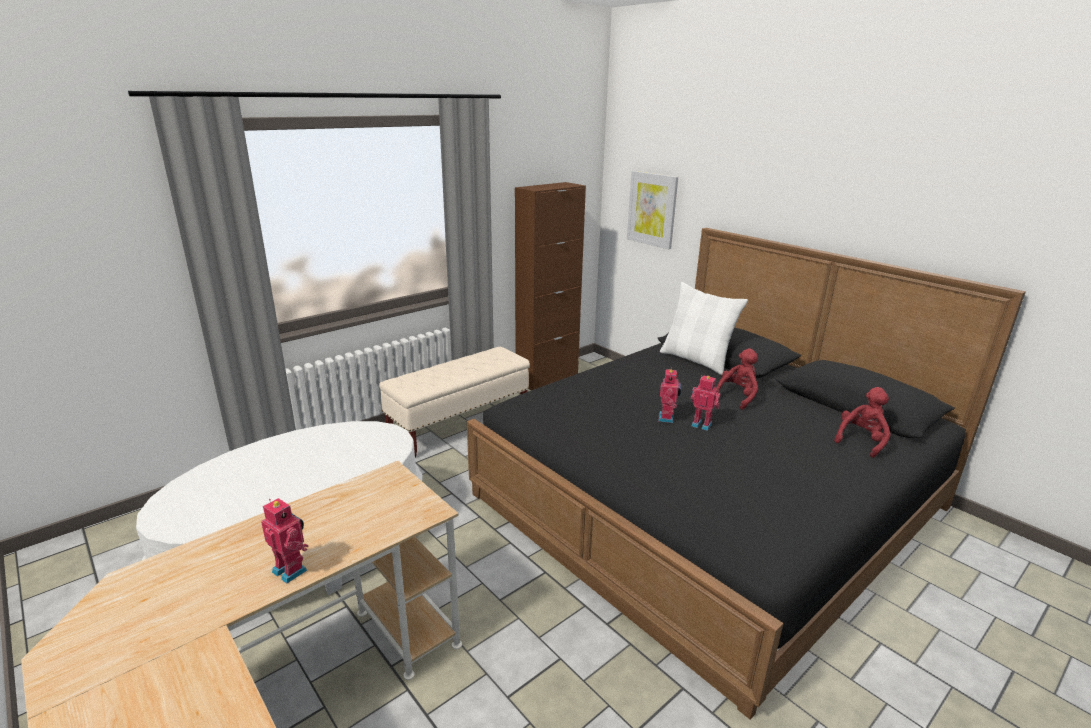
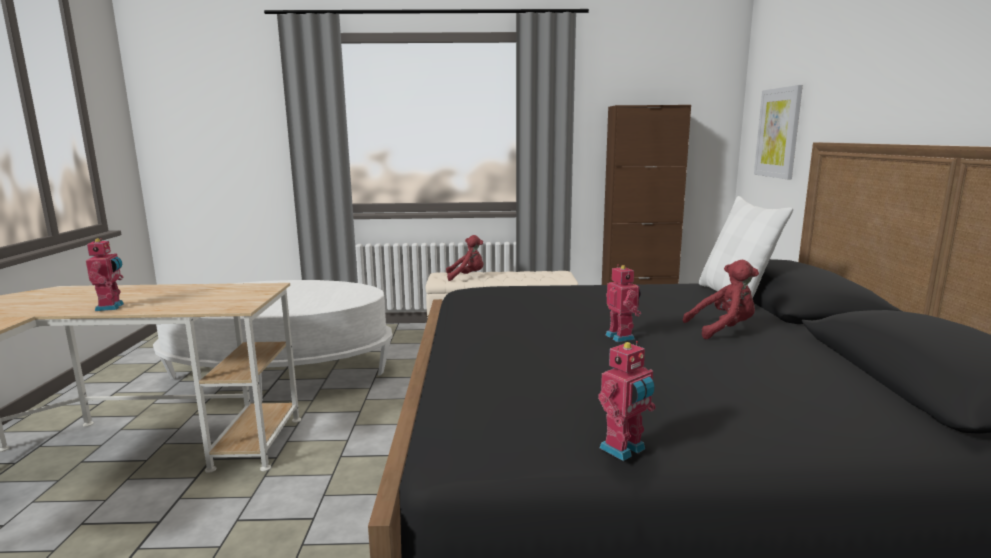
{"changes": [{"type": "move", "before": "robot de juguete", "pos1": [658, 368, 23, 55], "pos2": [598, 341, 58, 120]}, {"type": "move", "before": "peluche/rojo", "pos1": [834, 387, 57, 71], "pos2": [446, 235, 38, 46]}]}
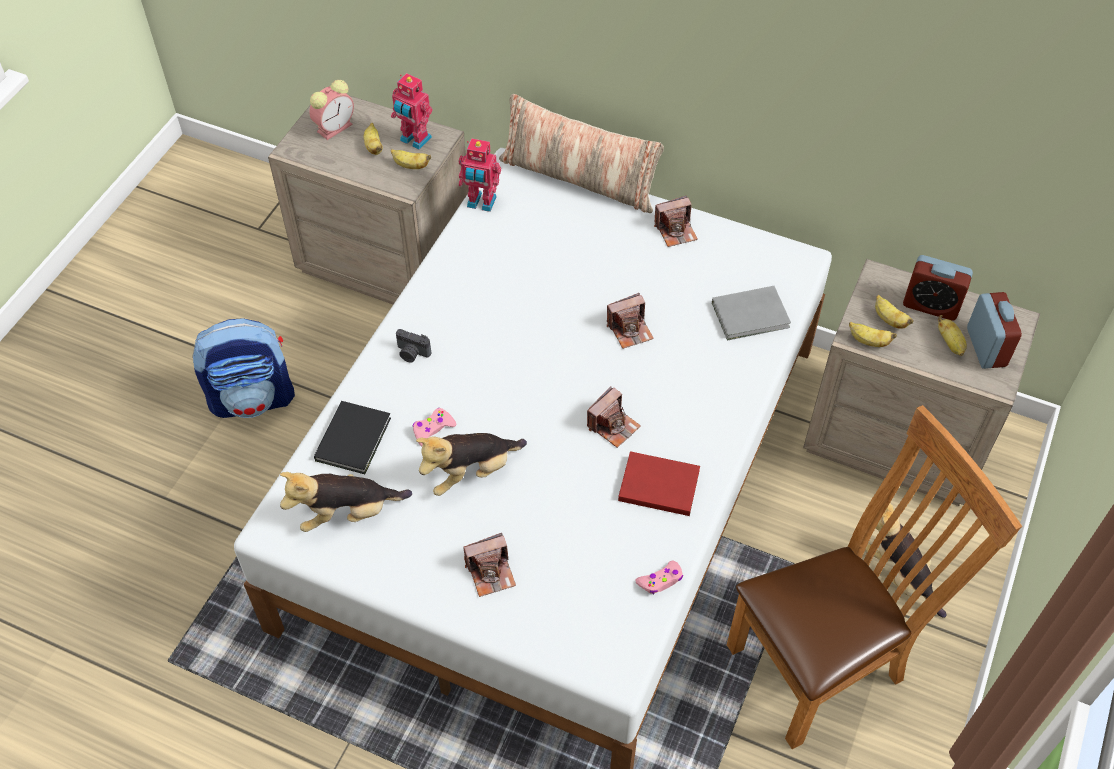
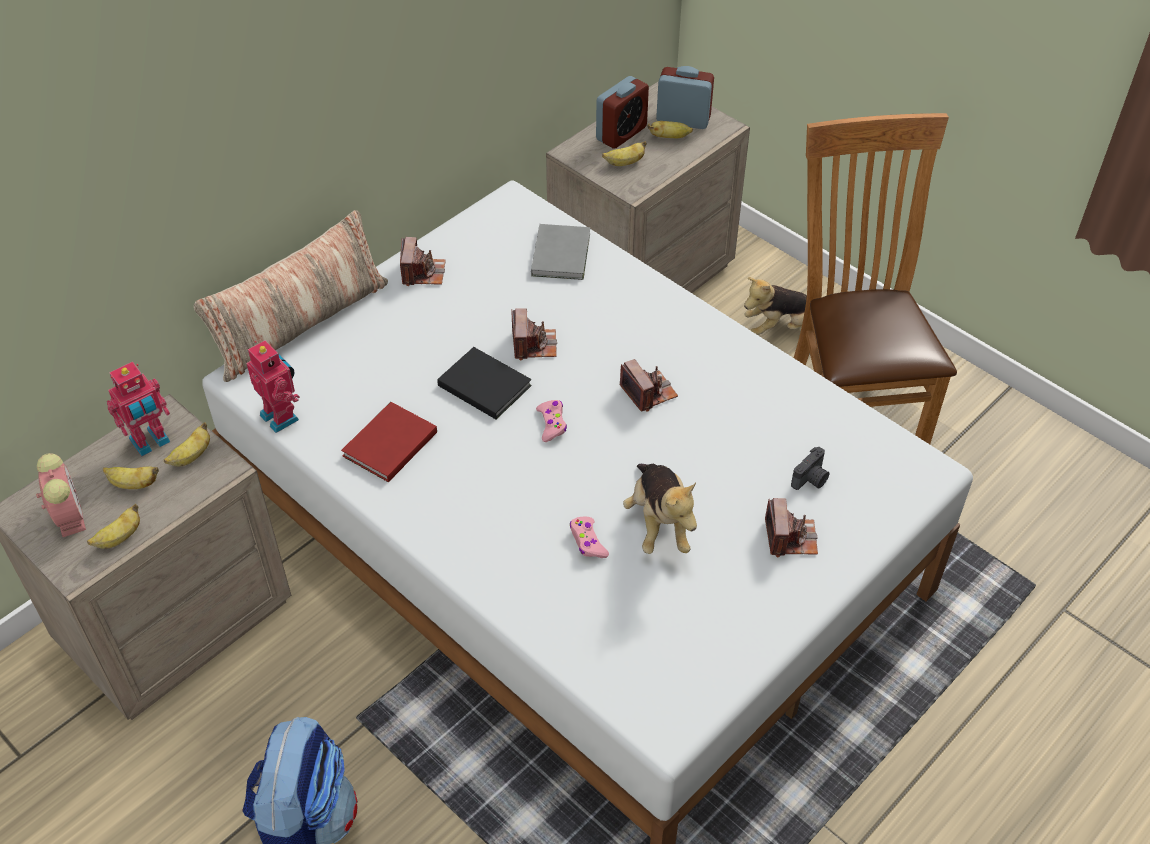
{"changes": [{"type": "delete", "before": "peluche", "pos1": [280, 472, 132, 60]}, {"type": "move", "before": "libro/negro", "pos1": [314, 401, 77, 73], "pos2": [437, 347, 95, 72]}, {"type": "move", "before": "cámara", "pos1": [396, 329, 35, 34], "pos2": [791, 447, 38, 43]}, {"type": "rotate", "before": "robot de juguete", "pos1": [459, 138, 42, 74], "pos2": [246, 340, 54, 93], "turn": -75}, {"type": "move", "before": "libro/rojo", "pos1": [618, 451, 82, 65], "pos2": [341, 402, 96, 80]}, {"type": "move", "before": "mando de consola/rosa", "pos1": [635, 561, 48, 33], "pos2": [536, 400, 31, 42]}, {"type": "move", "before": "plátano", "pos1": [849, 322, 48, 25], "pos2": [87, 504, 53, 45]}]}
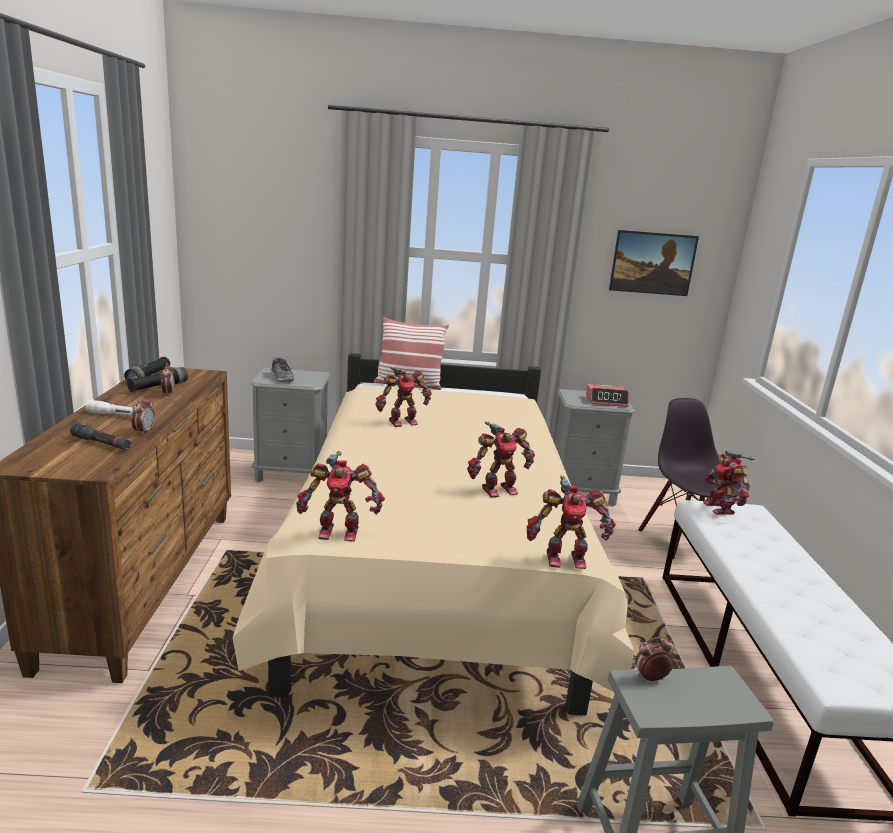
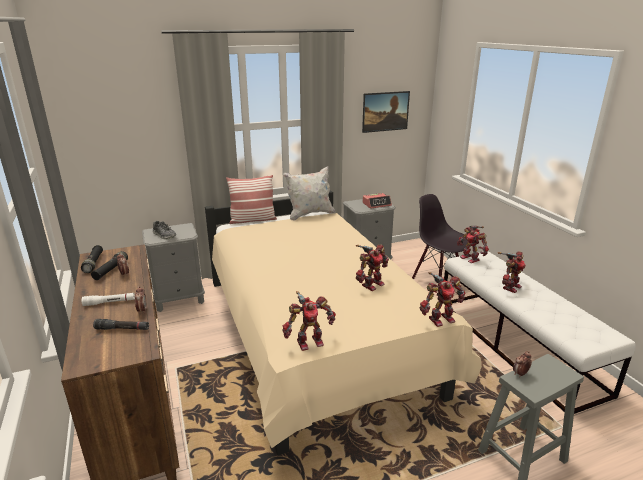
{"changes": [{"type": "move", "before": "robot de juguete", "pos1": [376, 367, 56, 60], "pos2": [498, 252, 27, 41]}, {"type": "insert", "after": "cojín/blanco", "pos2": [283, 166, 52, 54]}]}
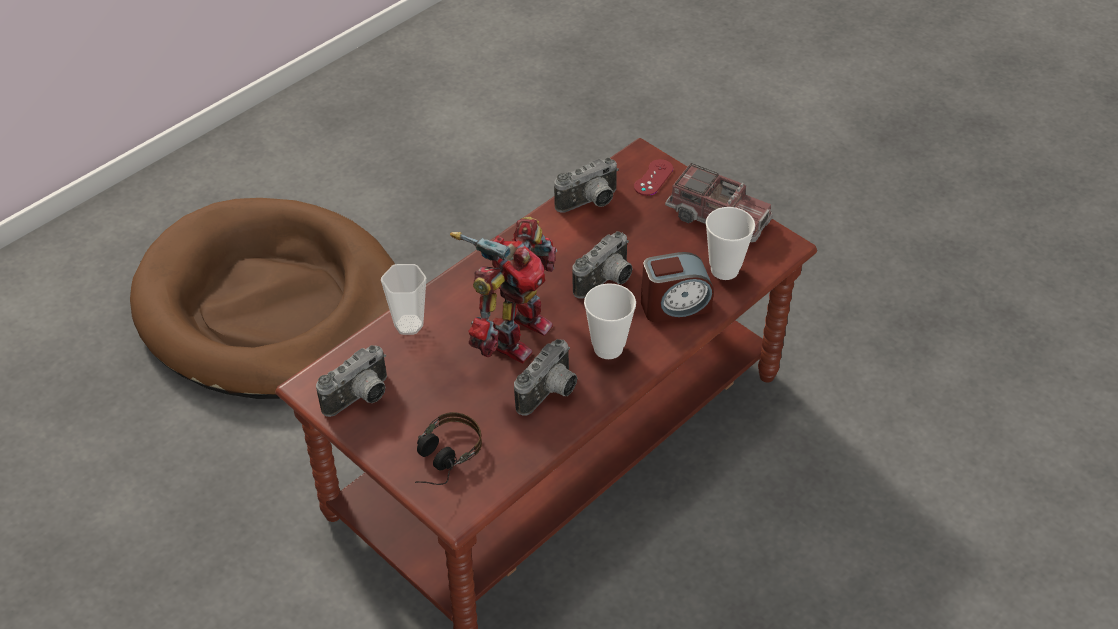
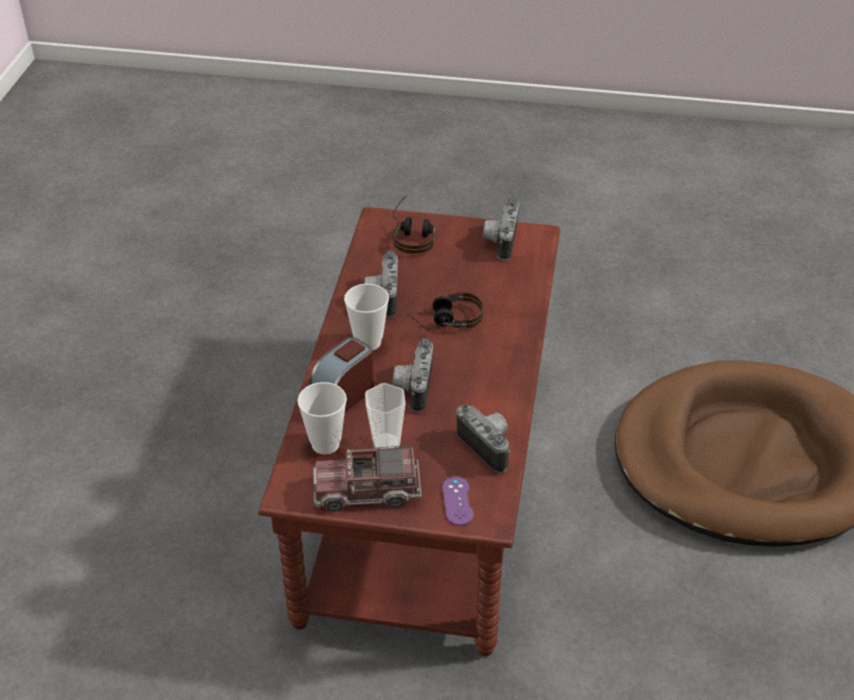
{"changes": [{"type": "move", "before": "taza", "pos1": [381, 264, 45, 71], "pos2": [365, 383, 41, 66]}, {"type": "replace", "before": "robot de juguete", "after": "auriculares", "pos1": [450, 217, 107, 147], "pos2": [407, 292, 76, 38]}, {"type": "rotate", "before": "cámara", "pos1": [554, 157, 65, 56], "pos2": [456, 405, 55, 68], "turn": 120}, {"type": "recolor", "before": "mando de consola/rojo", "after": "mando de consola/morado", "pos1": [634, 159, 39, 37], "pos2": [442, 477, 32, 49]}]}
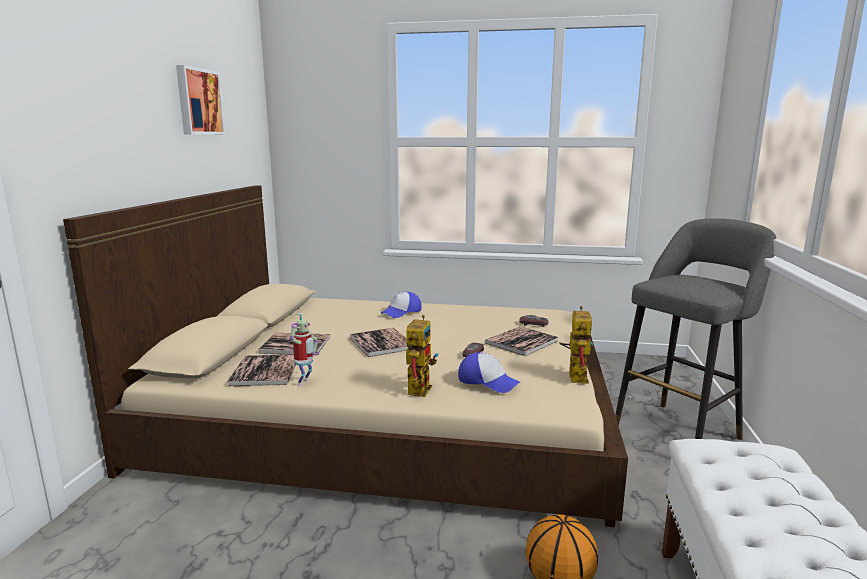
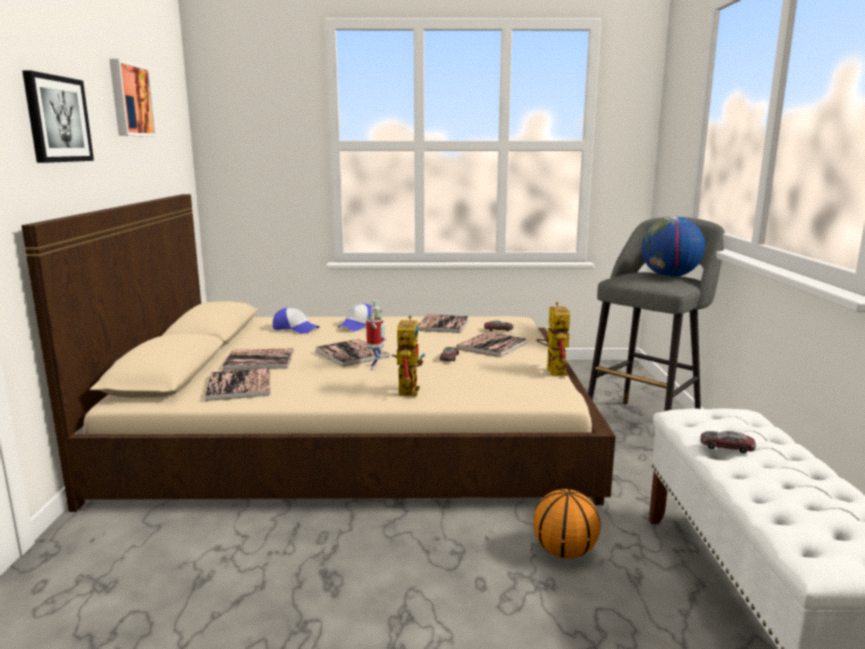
{"changes": [{"type": "move", "before": "robot de juguete", "pos1": [290, 313, 29, 73], "pos2": [366, 300, 20, 69]}, {"type": "move", "before": "gorra", "pos1": [458, 352, 62, 41], "pos2": [273, 308, 46, 26]}, {"type": "insert", "after": "cuadro", "pos2": [22, 70, 72, 93]}, {"type": "insert", "after": "libro", "pos2": [418, 314, 50, 19]}, {"type": "insert", "after": "globo terráqueo", "pos2": [641, 217, 64, 60]}, {"type": "insert", "after": "coche de juguete", "pos2": [700, 431, 56, 22]}]}
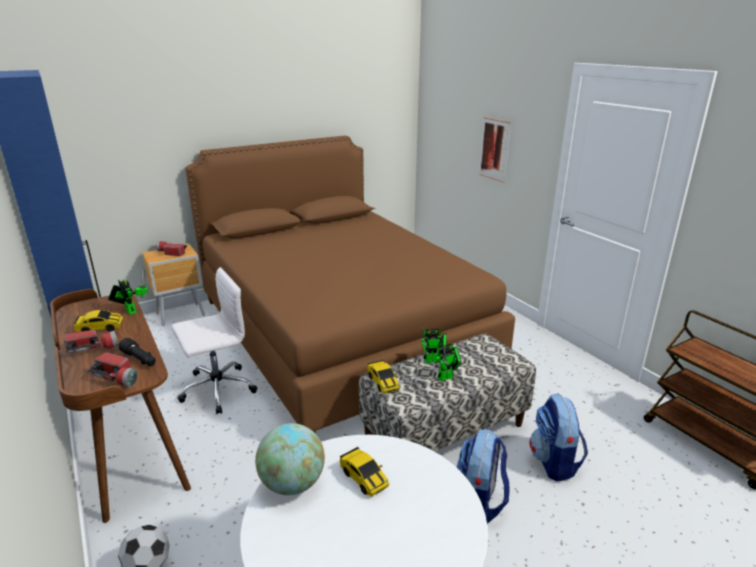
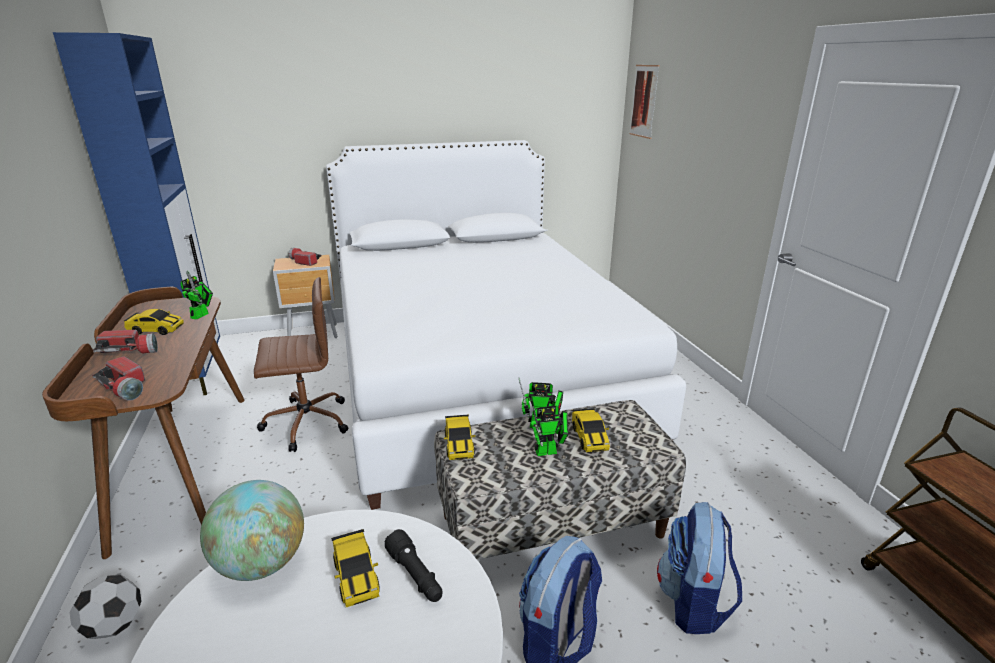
{"changes": [{"type": "rotate", "before": "robot de juguete", "pos1": [108, 268, 39, 47], "pos2": [180, 271, 33, 49], "turn": 45}, {"type": "move", "before": "linterna/negro", "pos1": [119, 338, 37, 28], "pos2": [384, 529, 59, 73]}, {"type": "recolor", "before": "silla de oficina/blanco", "after": "silla de oficina/marrón", "pos1": [171, 267, 86, 147], "pos2": [254, 277, 94, 175]}, {"type": "recolor", "before": "cama/marrón", "after": "cama/blanco", "pos1": [185, 136, 330, 297], "pos2": [326, 140, 360, 370]}, {"type": "move", "before": "cuadro", "pos1": [479, 117, 32, 66], "pos2": [630, 65, 30, 74]}, {"type": "insert", "after": "coche de juguete", "pos2": [572, 408, 38, 44]}]}
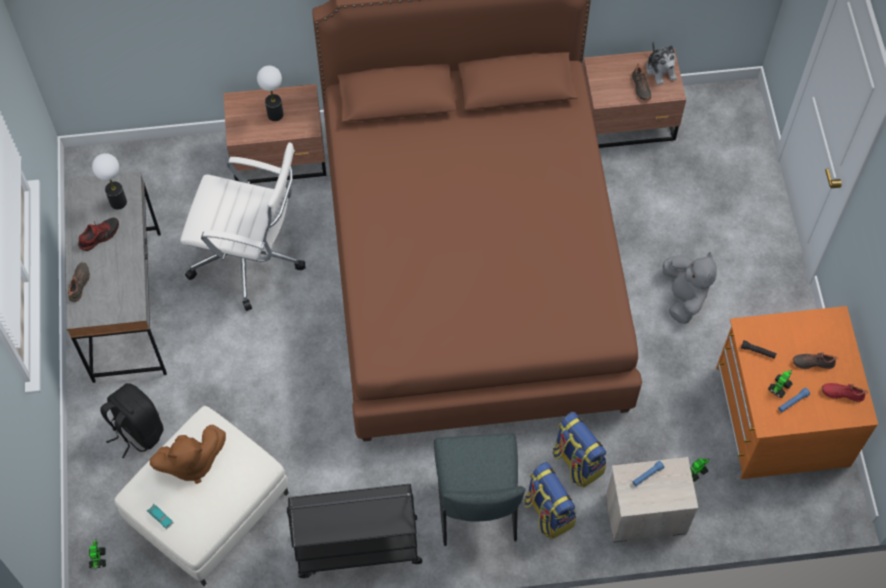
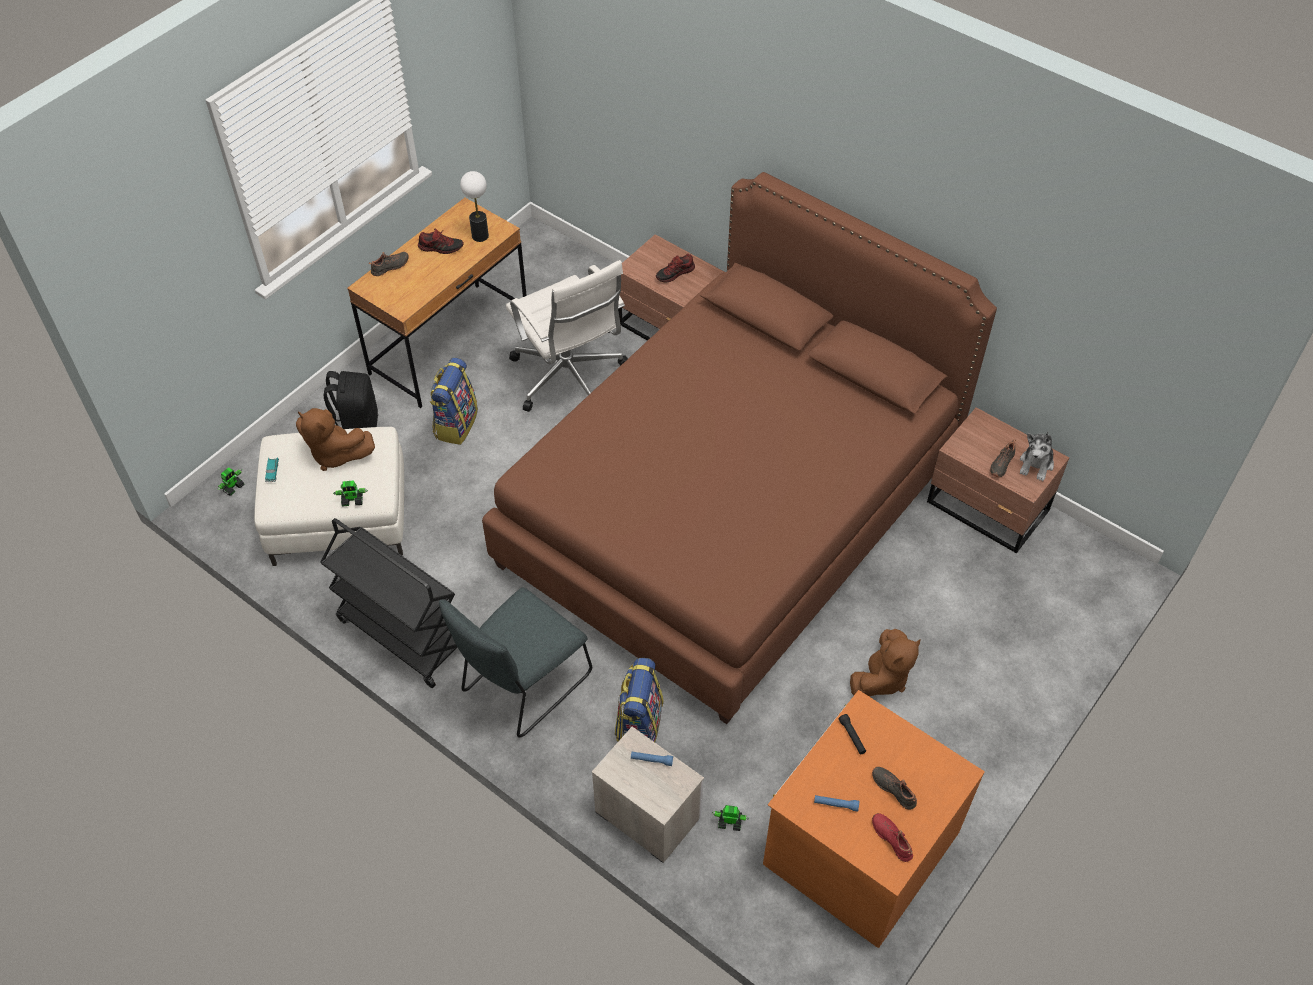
{"changes": [{"type": "recolor", "before": "escritorio/gris", "after": "escritorio/marrón", "pos1": [65, 171, 102, 212], "pos2": [347, 198, 180, 210]}, {"type": "replace", "before": "lámpara de mesa", "after": "zapato", "pos1": [257, 65, 26, 56], "pos2": [656, 254, 39, 29]}, {"type": "move", "before": "mochila", "pos1": [524, 462, 52, 77], "pos2": [430, 358, 48, 87]}, {"type": "recolor", "before": "peluche/gris", "after": "peluche/marrón", "pos1": [663, 252, 54, 72], "pos2": [850, 629, 71, 68]}, {"type": "move", "before": "robot de juguete", "pos1": [768, 370, 24, 28], "pos2": [333, 480, 35, 27]}]}
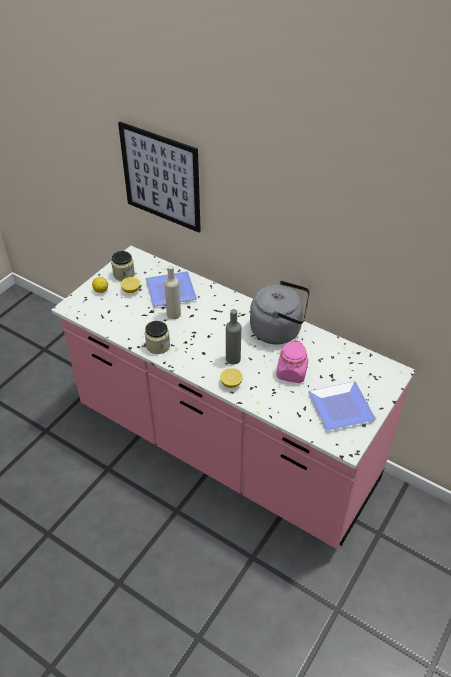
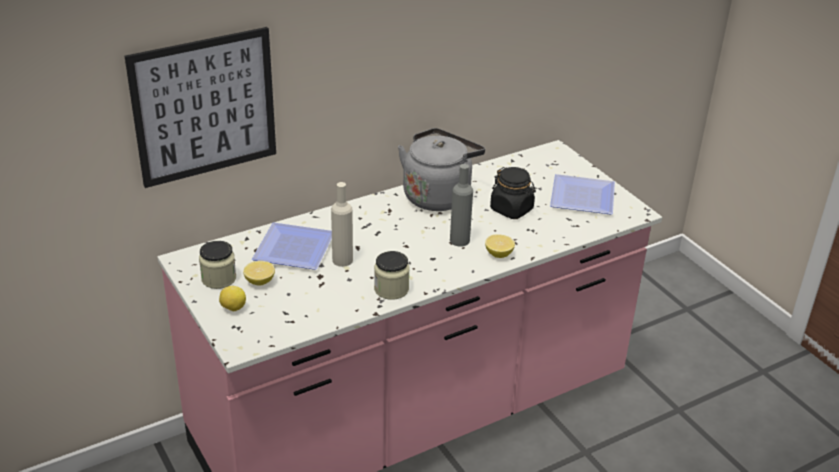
{"changes": [{"type": "recolor", "before": "tarro/rosa", "after": "tarro/negro", "pos1": [276, 340, 32, 43], "pos2": [490, 167, 46, 52]}]}
